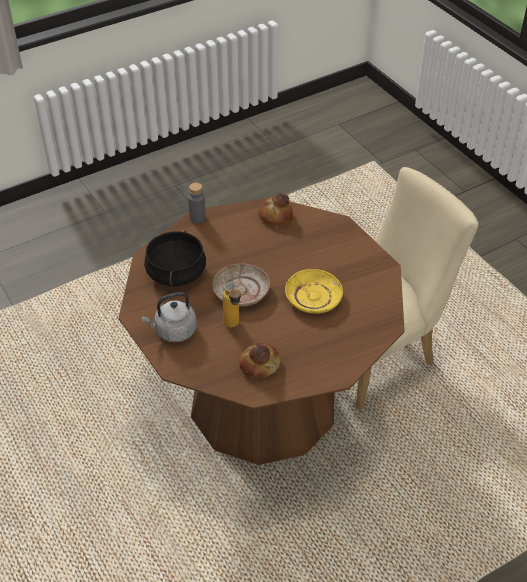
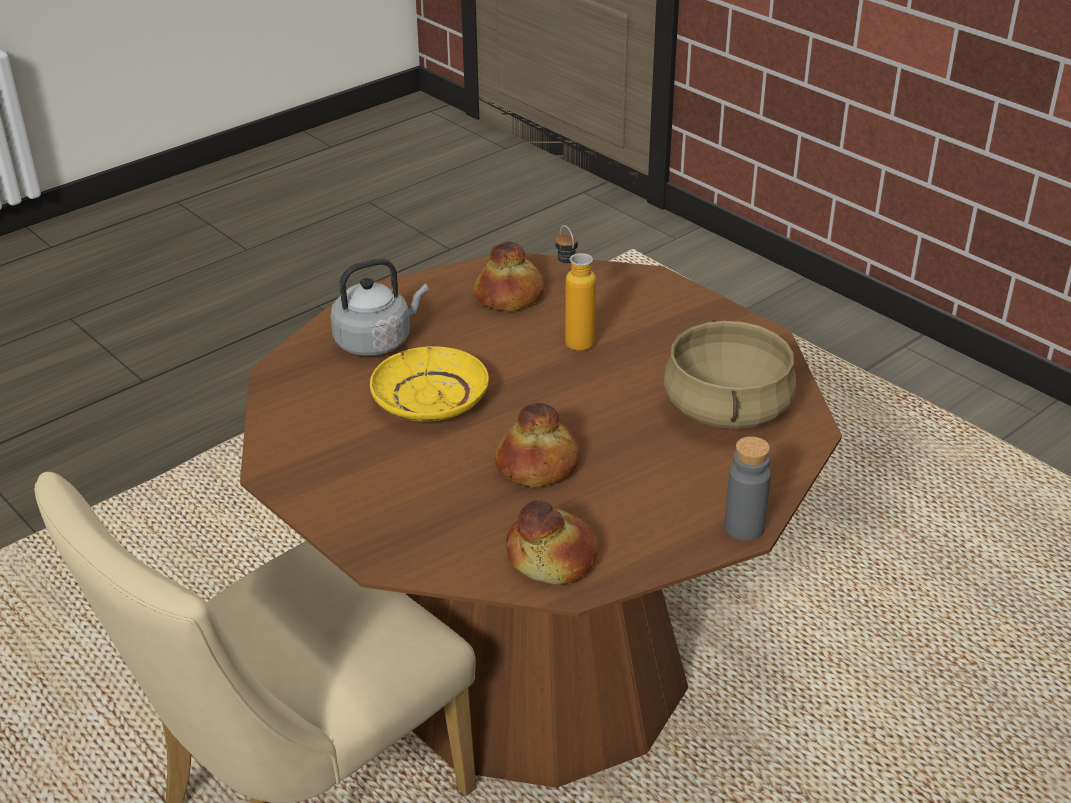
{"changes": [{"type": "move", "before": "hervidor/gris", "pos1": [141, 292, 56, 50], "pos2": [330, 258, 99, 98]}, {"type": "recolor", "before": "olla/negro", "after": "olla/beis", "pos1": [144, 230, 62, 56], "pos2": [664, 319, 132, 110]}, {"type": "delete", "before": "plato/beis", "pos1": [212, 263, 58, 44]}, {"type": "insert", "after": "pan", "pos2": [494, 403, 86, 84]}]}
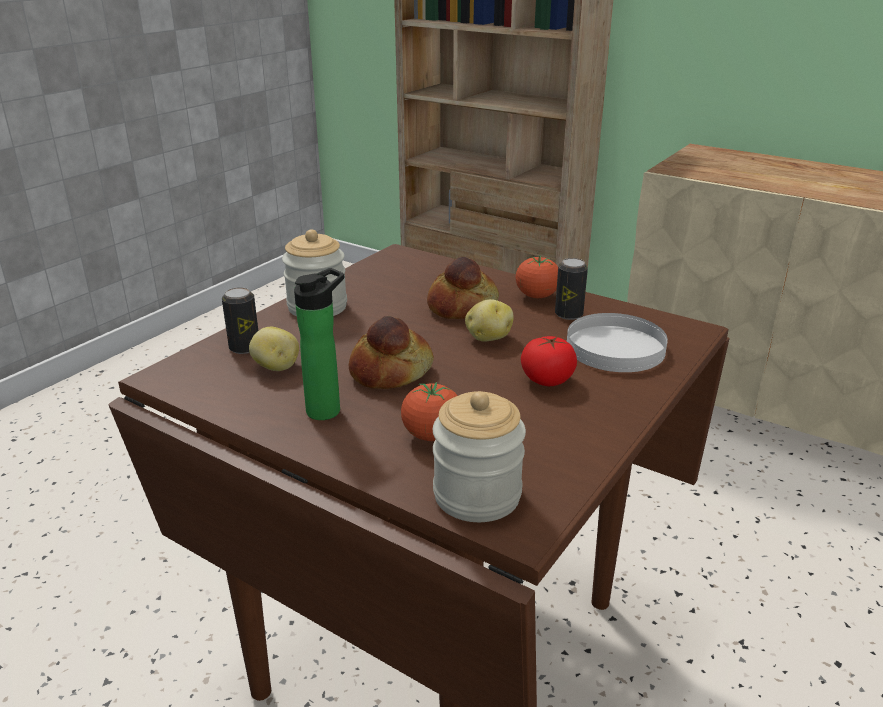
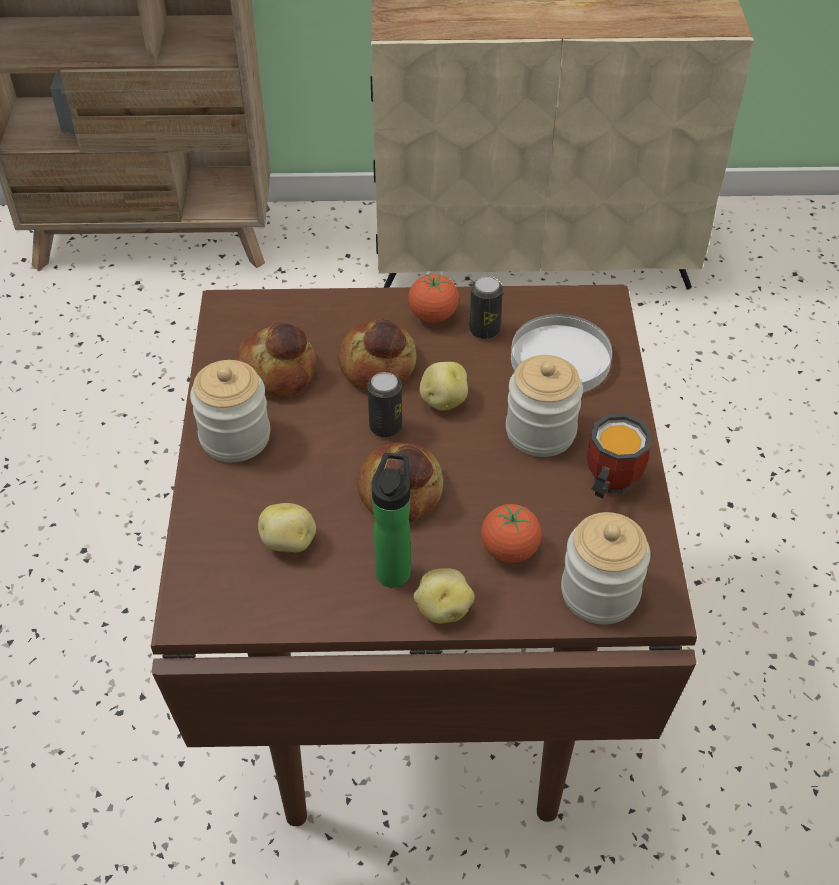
{"changes": [{"type": "move", "before": "lata", "pos1": [222, 287, 36, 67], "pos2": [367, 372, 35, 65]}, {"type": "replace", "before": "tomate", "after": "tarro", "pos1": [521, 336, 56, 50], "pos2": [506, 355, 77, 102]}, {"type": "insert", "after": "pan", "pos2": [237, 322, 79, 75]}, {"type": "insert", "after": "patata", "pos2": [413, 568, 62, 56]}, {"type": "insert", "after": "taza grande", "pos2": [588, 413, 64, 86]}]}
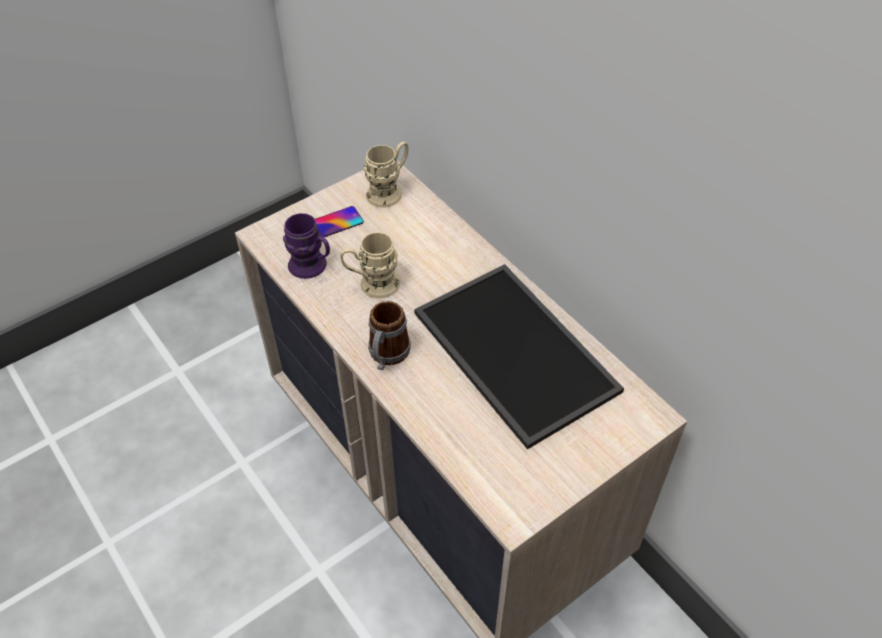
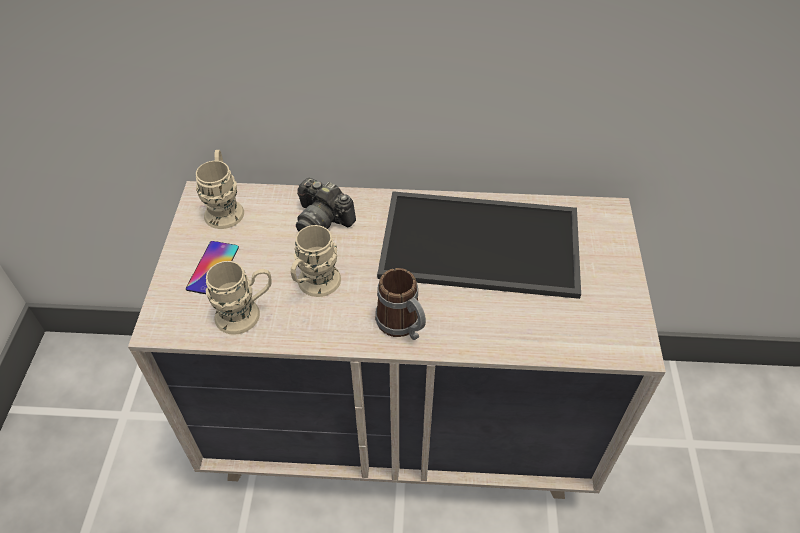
{"changes": [{"type": "recolor", "before": "taza grande/morado", "after": "taza grande/beis", "pos1": [283, 213, 47, 66], "pos2": [206, 261, 66, 74]}, {"type": "insert", "after": "cámara", "pos2": [296, 178, 60, 54]}]}
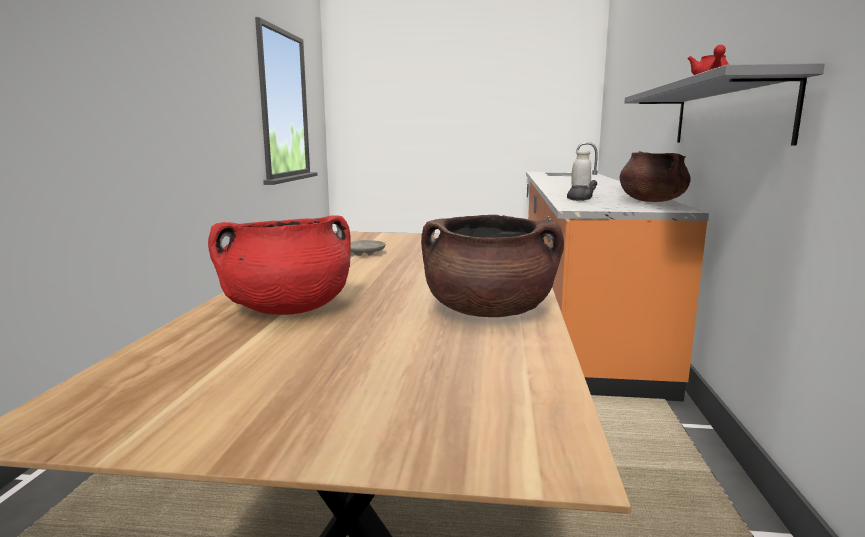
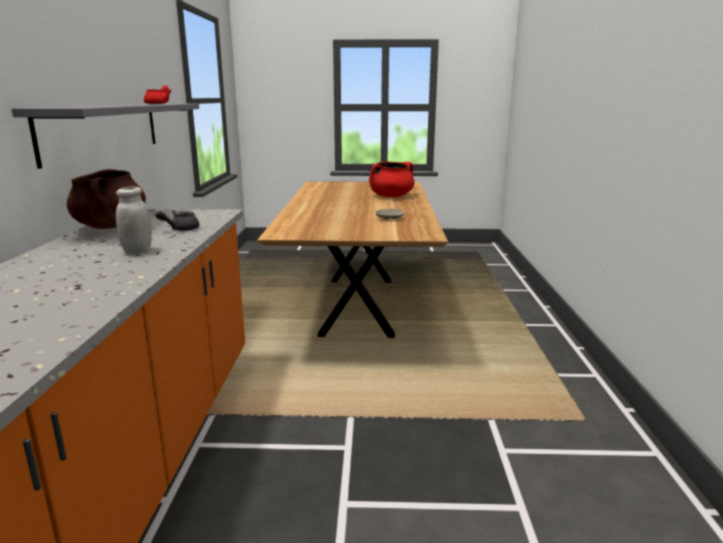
{"changes": [{"type": "delete", "before": "olla/marrón", "pos1": [421, 215, 143, 102]}]}
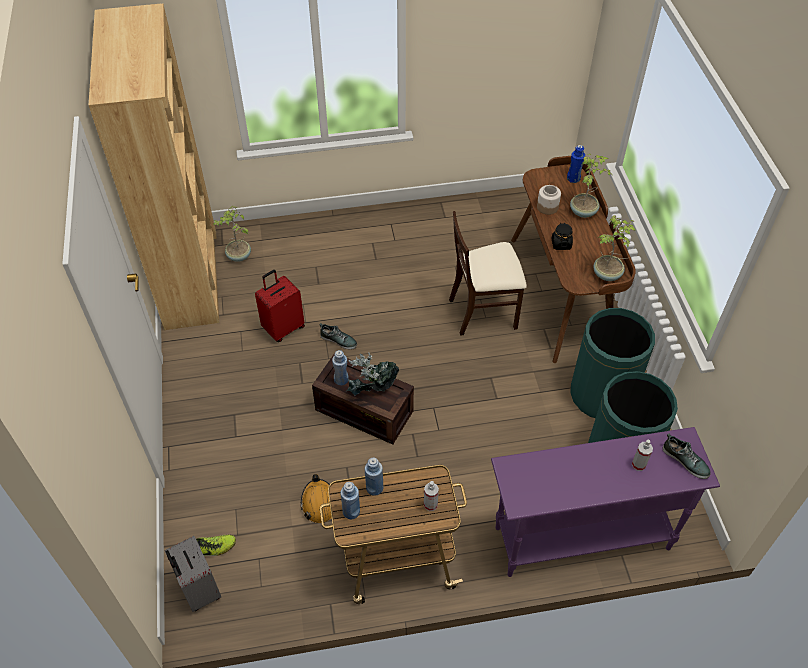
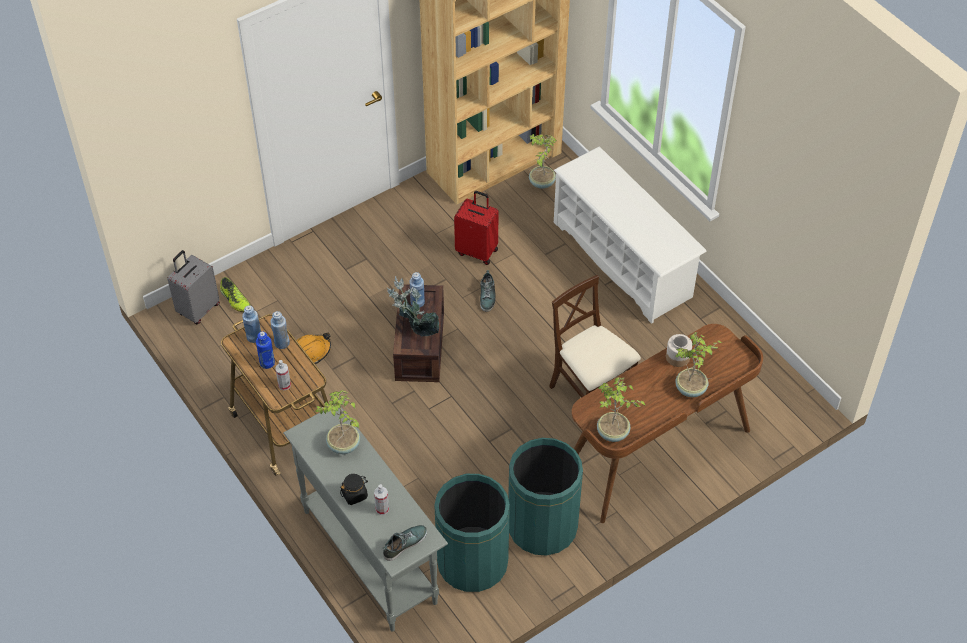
{"changes": [{"type": "recolor", "before": "mesa consola/morado", "after": "mesa consola/gris", "pos1": [491, 427, 229, 150], "pos2": [283, 407, 165, 224]}, {"type": "move", "before": "tarro/negro", "pos1": [552, 223, 21, 27], "pos2": [340, 474, 28, 31]}, {"type": "move", "before": "botella/azul", "pos1": [567, 145, 18, 38], "pos2": [256, 332, 19, 37]}, {"type": "rotate", "before": "zapato", "pos1": [662, 433, 49, 46], "pos2": [383, 525, 44, 36], "turn": -150}, {"type": "insert", "after": "planta en maceta", "pos2": [315, 390, 45, 64]}, {"type": "insert", "after": "zapatero/blanco", "pos2": [554, 147, 153, 177]}]}
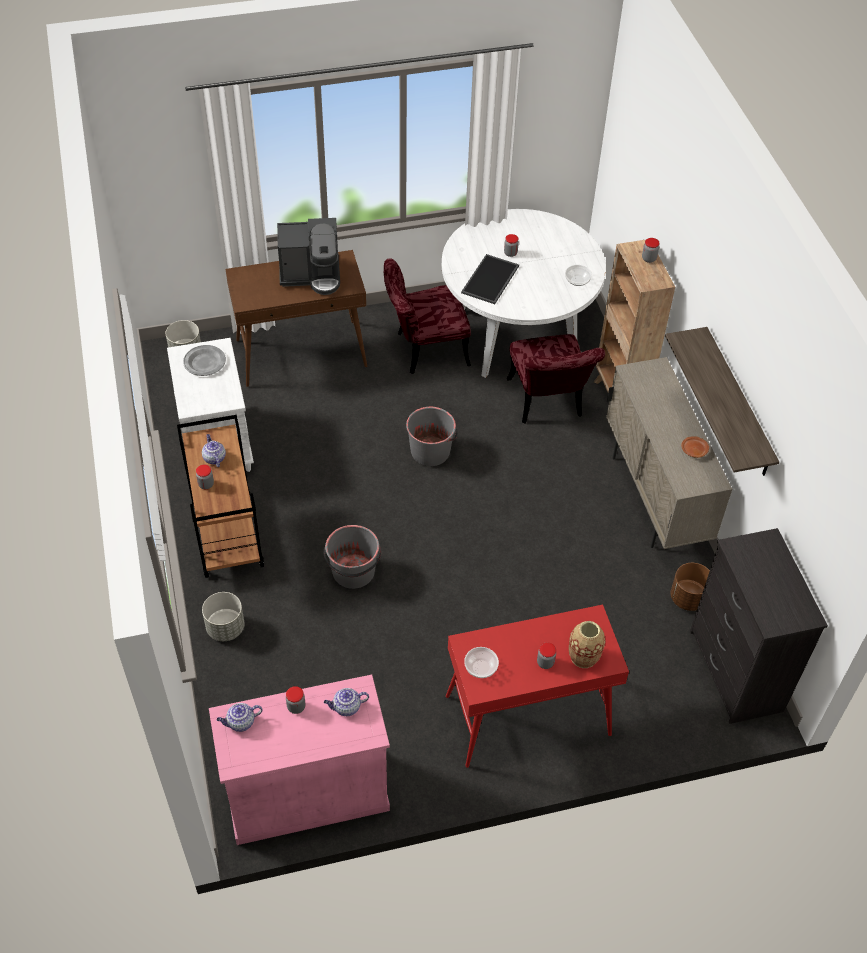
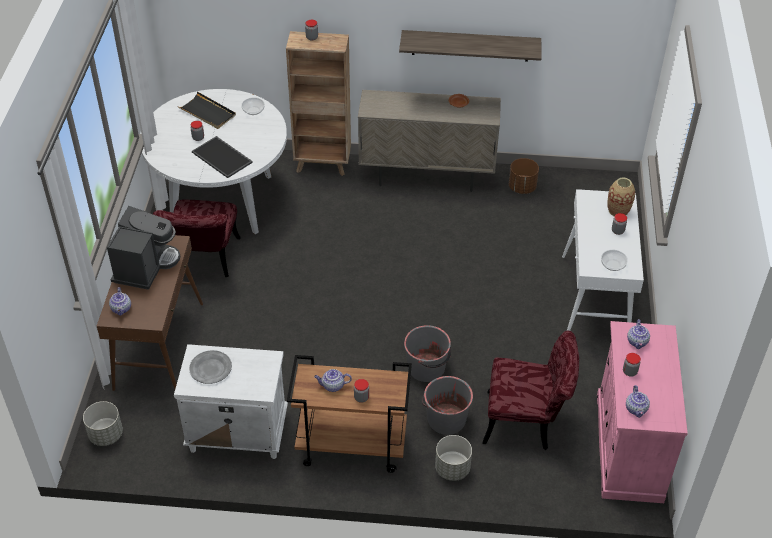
{"changes": [{"type": "move", "before": "cubo/gris", "pos1": [406, 407, 51, 59], "pos2": [422, 376, 51, 59]}, {"type": "recolor", "before": "mesa consola/rojo", "after": "mesa consola/blanco", "pos1": [446, 605, 183, 163], "pos2": [562, 189, 82, 142]}, {"type": "move", "before": "silla/rojo", "pos1": [507, 334, 98, 90], "pos2": [483, 331, 96, 119]}, {"type": "delete", "before": "cómoda/negro", "pos1": [690, 528, 138, 196]}, {"type": "insert", "after": "tetera", "pos2": [109, 287, 22, 29]}, {"type": "insert", "after": "bandeja/negro", "pos2": [177, 92, 59, 37]}]}
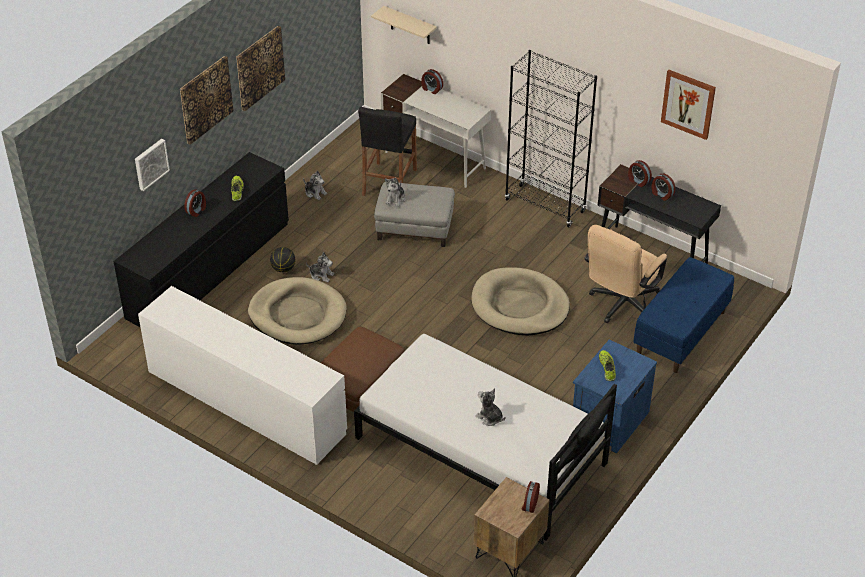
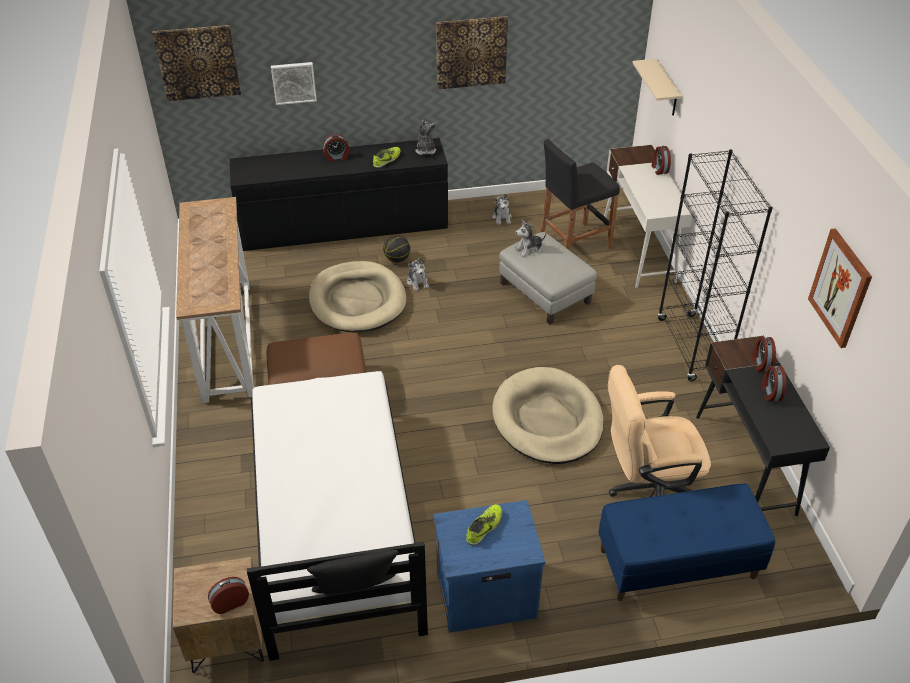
{"changes": [{"type": "replace", "before": "cómoda/blanco", "after": "mesa consola", "pos1": [138, 286, 209, 179], "pos2": [176, 197, 78, 206]}, {"type": "move", "before": "cuadro", "pos1": [180, 56, 53, 89], "pos2": [152, 25, 89, 76]}, {"type": "move", "before": "peluche", "pos1": [475, 388, 31, 38], "pos2": [415, 120, 21, 35]}]}
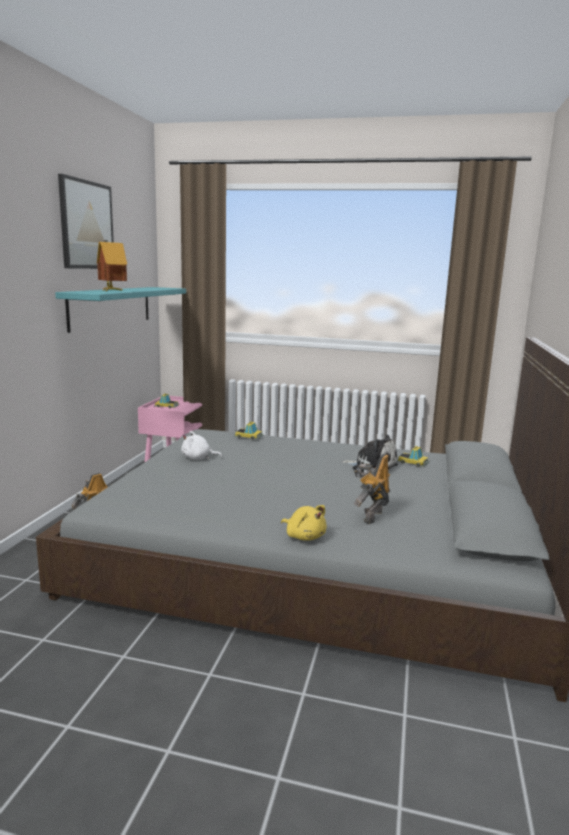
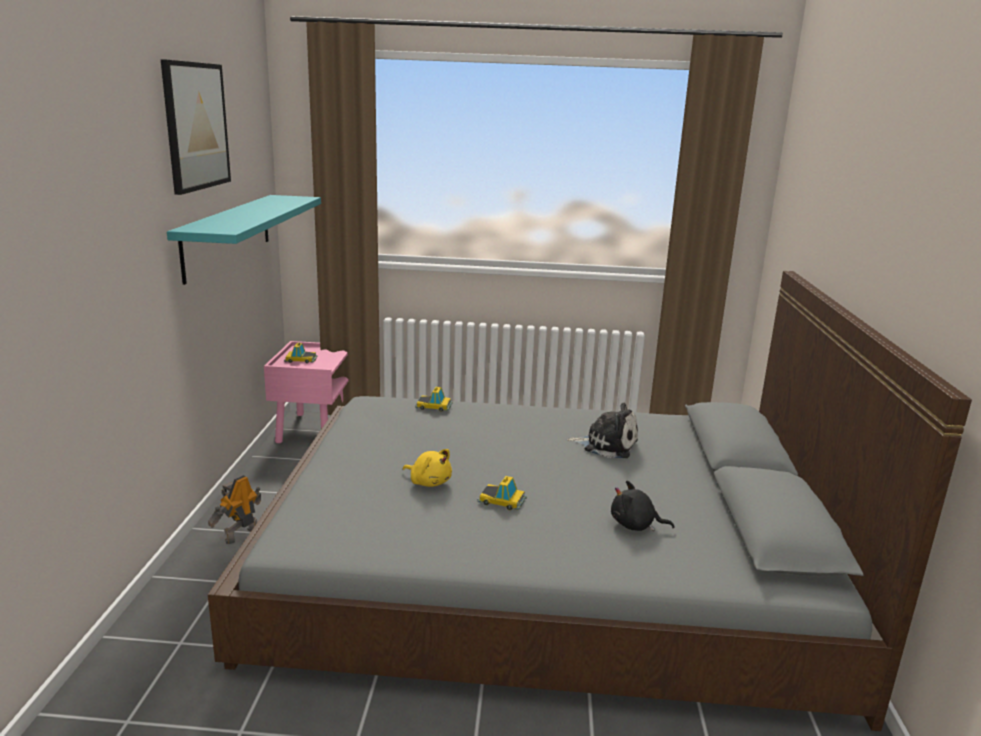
{"changes": [{"type": "delete", "before": "casita", "pos1": [97, 240, 30, 51]}, {"type": "delete", "before": "peluche/blanco", "pos1": [181, 431, 41, 29]}, {"type": "move", "before": "peluche/amarillo", "pos1": [281, 505, 46, 36], "pos2": [403, 449, 49, 38]}, {"type": "replace", "before": "robot de juguete", "after": "peluche/negro", "pos1": [354, 454, 36, 70], "pos2": [611, 481, 63, 50]}, {"type": "move", "before": "coche de juguete", "pos1": [397, 446, 32, 21], "pos2": [477, 476, 50, 34]}]}
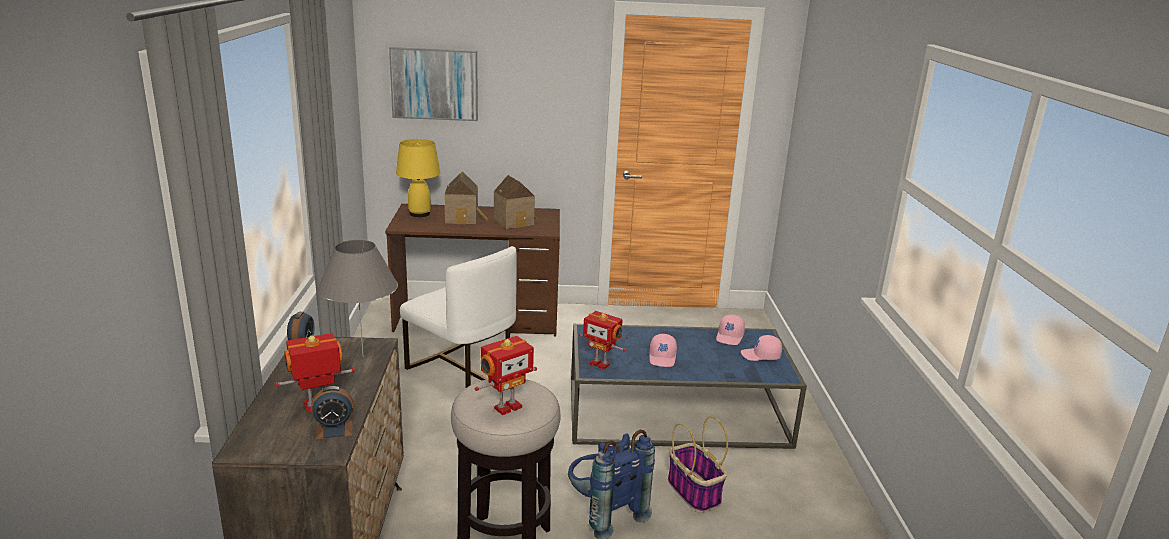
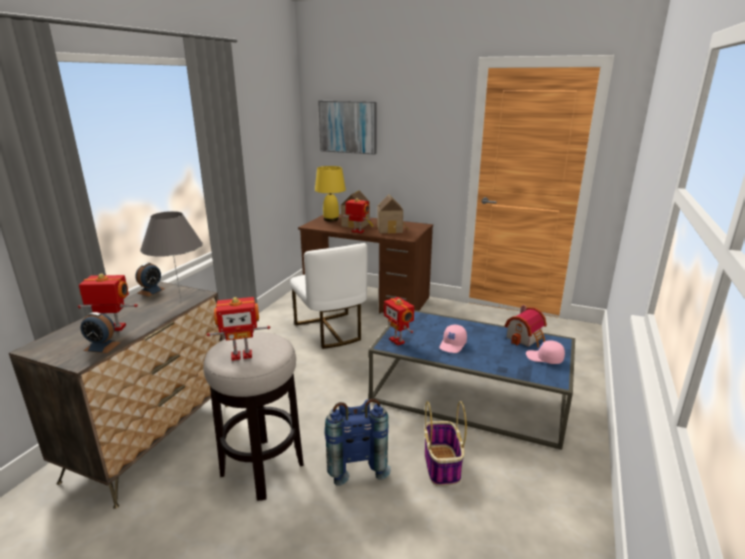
{"changes": [{"type": "replace", "before": "gorra/rosa", "after": "casita", "pos1": [716, 315, 29, 30], "pos2": [504, 305, 43, 43]}, {"type": "insert", "after": "robot de juguete", "pos2": [343, 198, 29, 35]}]}
